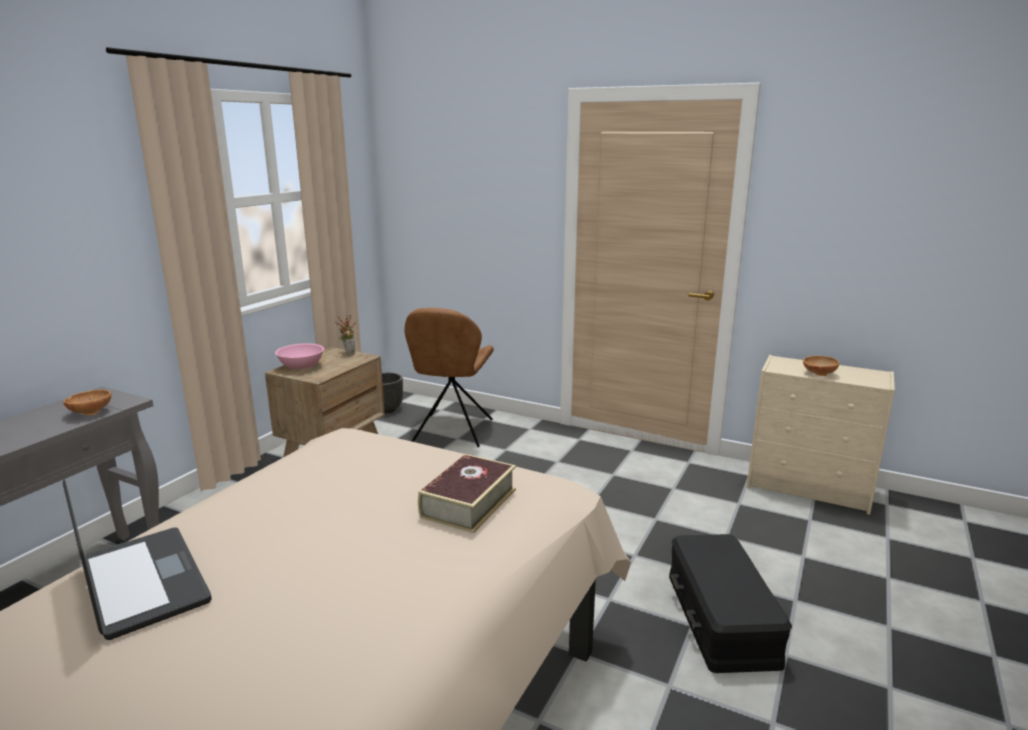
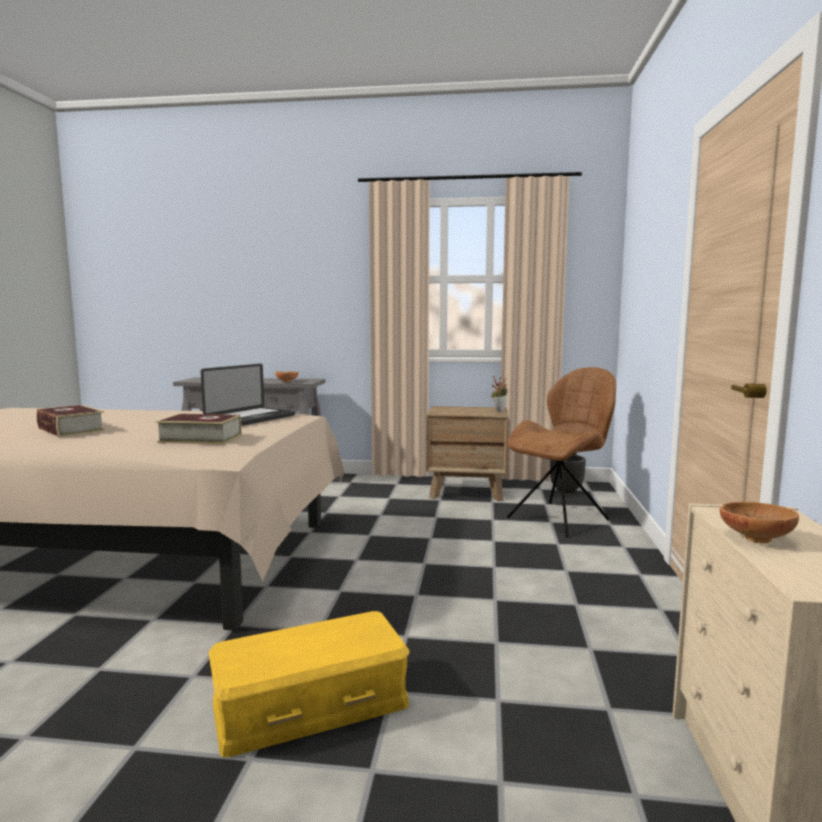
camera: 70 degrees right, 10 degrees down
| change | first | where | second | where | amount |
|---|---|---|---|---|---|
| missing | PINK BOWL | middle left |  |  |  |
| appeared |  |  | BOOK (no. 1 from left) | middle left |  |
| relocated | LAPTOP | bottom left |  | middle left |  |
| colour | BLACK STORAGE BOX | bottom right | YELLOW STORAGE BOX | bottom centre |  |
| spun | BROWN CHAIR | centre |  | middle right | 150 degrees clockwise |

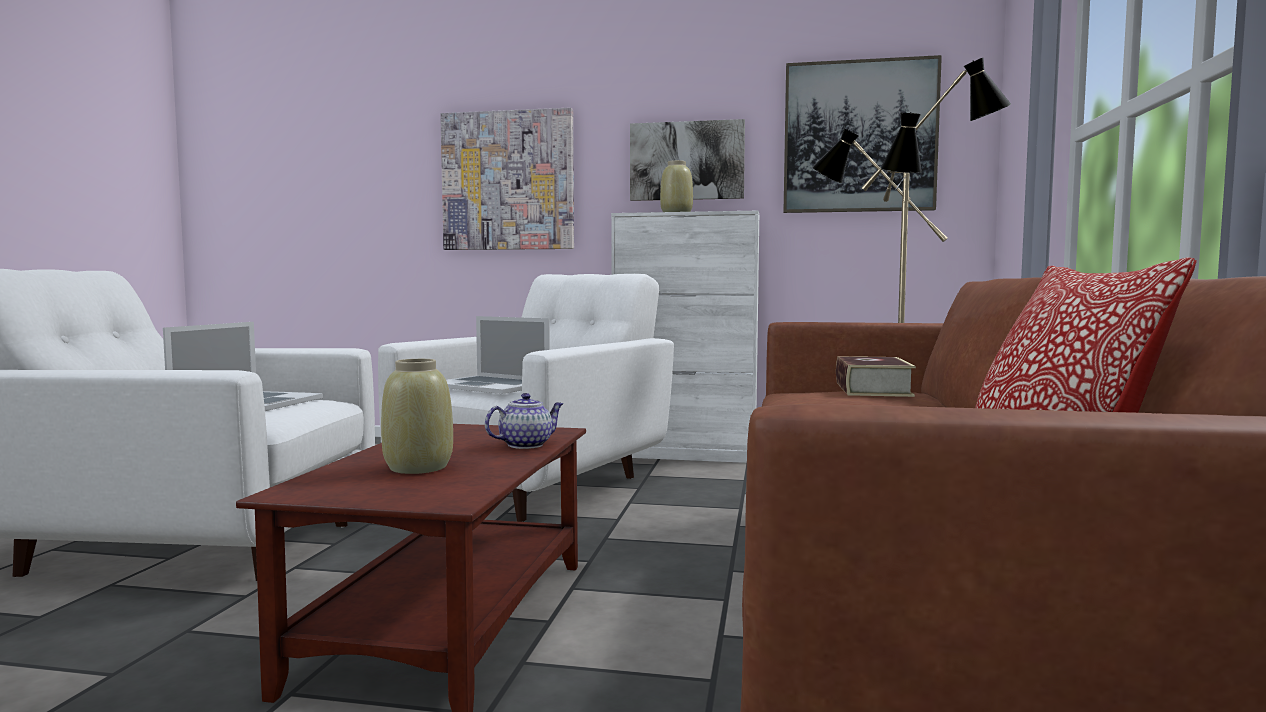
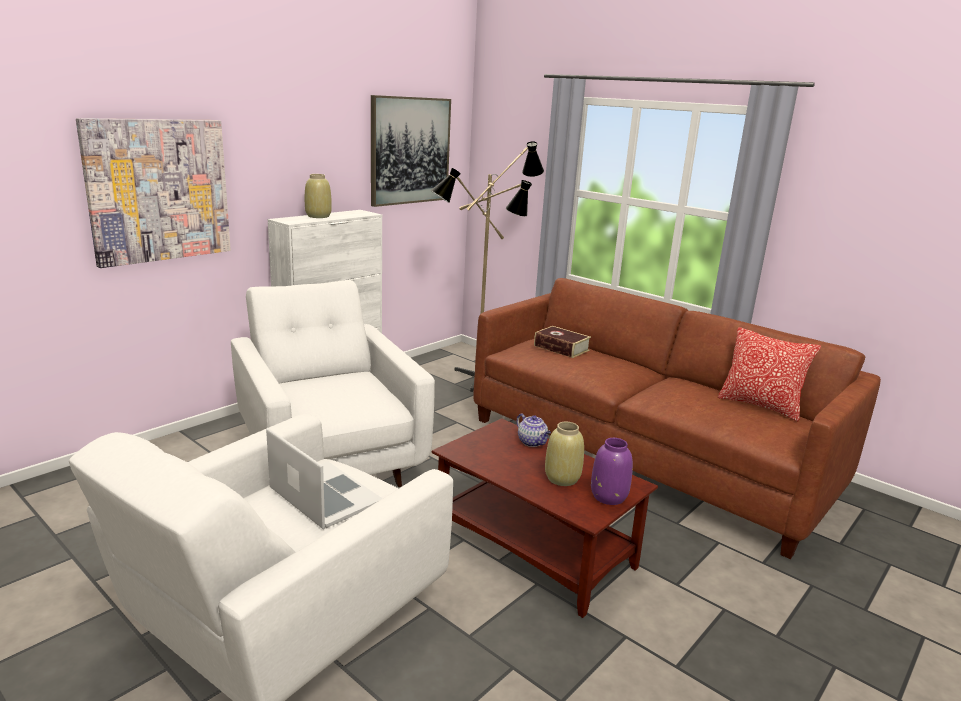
camera: 60 degrees left, 15 degrees up
| change | first | where | second | where | amount |
|---|---|---|---|---|---|
| missing | LAPTOP (no. 2 from left) | centre |  |  |  |
| missing | PICTURE (no. 2 from left) | top centre |  |  |  |
| appeared |  |  | PURPLE VASE | bottom centre |  |
| spun | TEAPOT | centre |  | centre | 150 degrees clockwise |

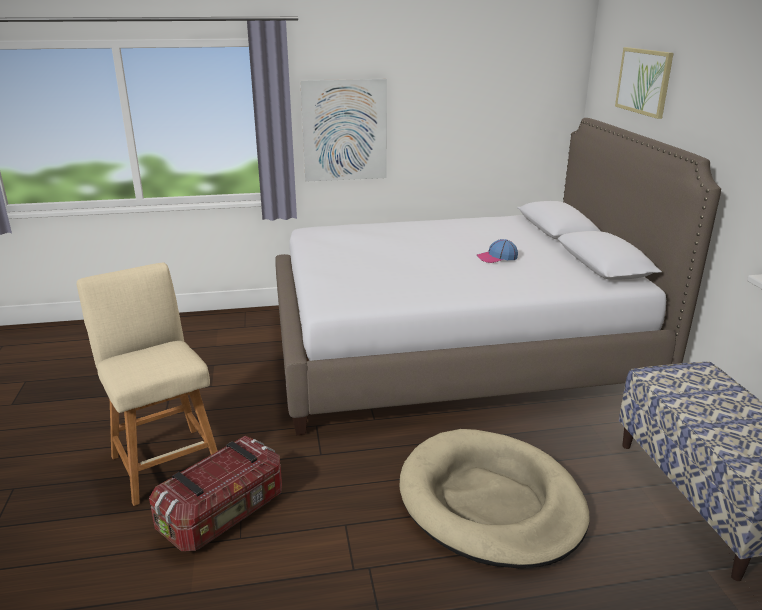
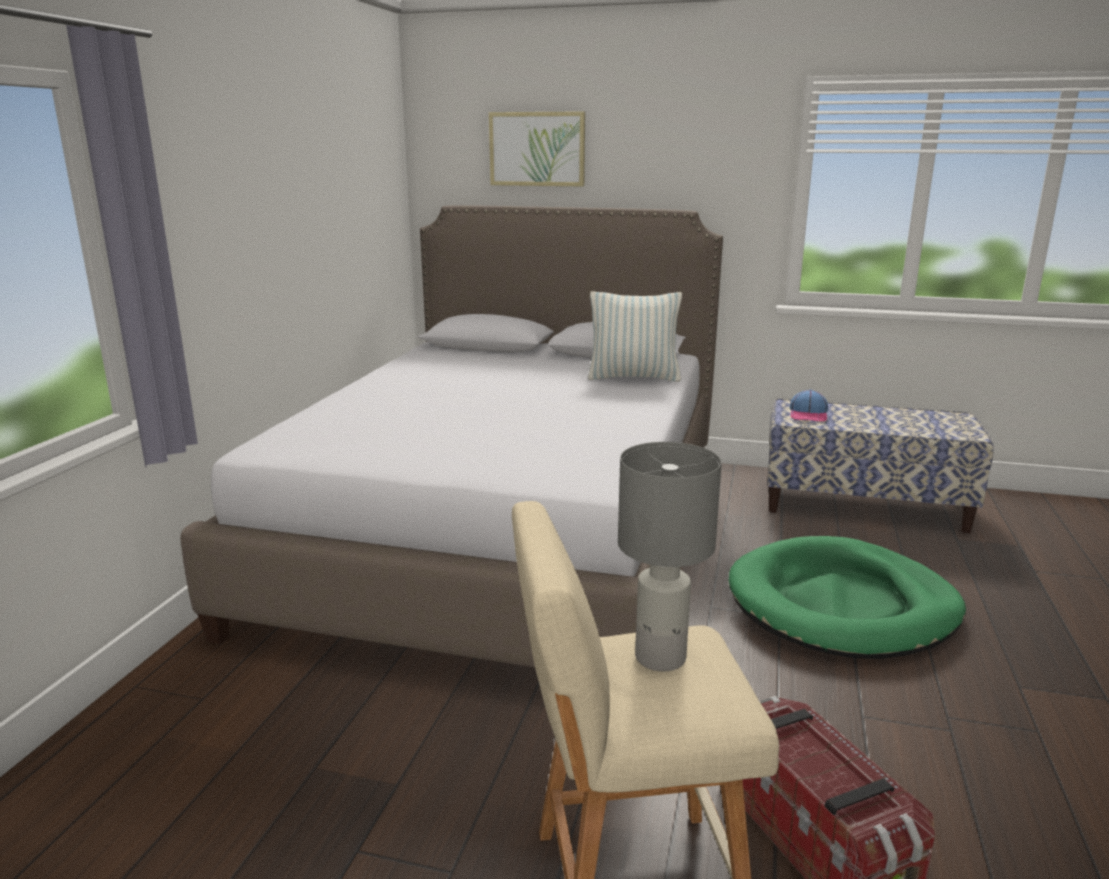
camera: 65 degrees left, 5 degrees down
| change | first | where | second | where | amount |
|---|---|---|---|---|---|
| missing | PICTURE (no. 1 from left) | top centre |  |  |  |
| appeared |  |  | PILLOW | centre |  |
| appeared |  |  | GREY TABLE LAMP | centre |  |
| relocated | CAP | centre |  | middle right |  |
| colour | BEIGE DOG BED | bottom centre | GREEN DOG BED | bottom right |  |

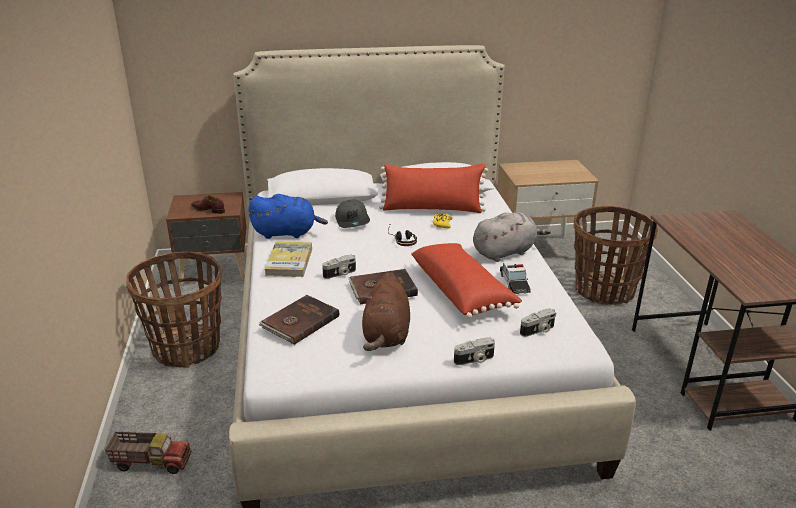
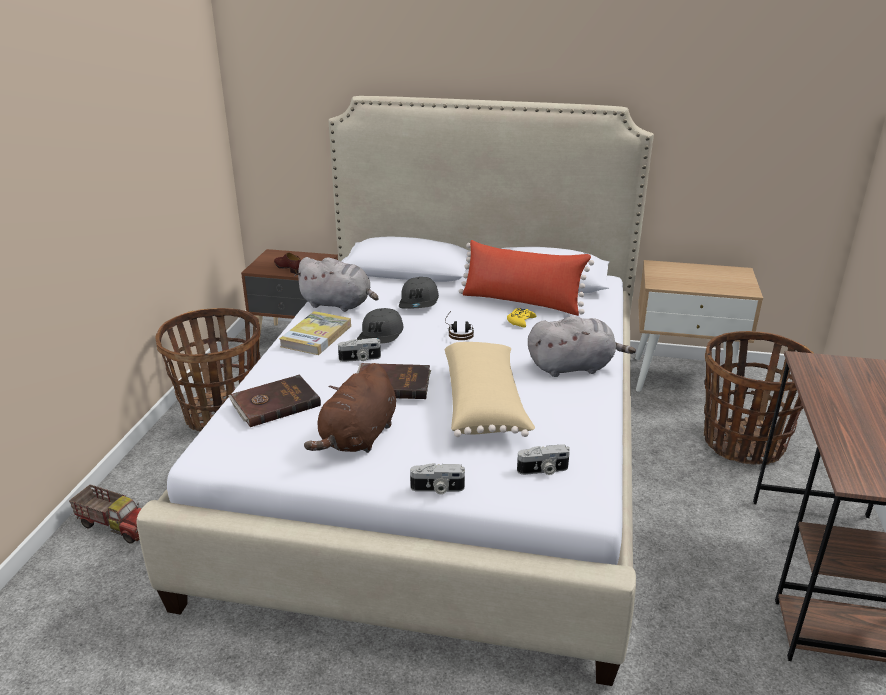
camera: 20 degrees right, 0 degrees up
| change | first | where | second | where | amount |
|---|---|---|---|---|---|
| missing | TOY CAR | centre |  |  |  |
| appeared |  |  | GREY CAP (no. 1 from left) | centre |  |
| colour | BLUE PLUSH TOY | centre | GREY PLUSH TOY (no. 1 from left) | centre |  |
| colour | RED PILLOW (no. 2 from left) | centre | BEIGE PILLOW | centre |  |

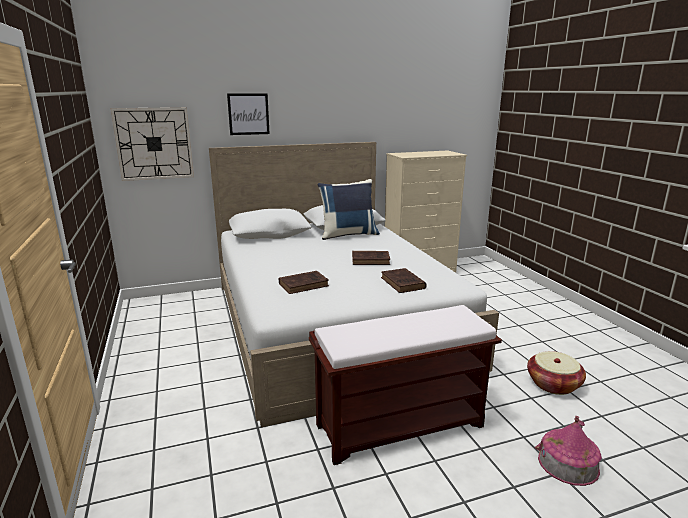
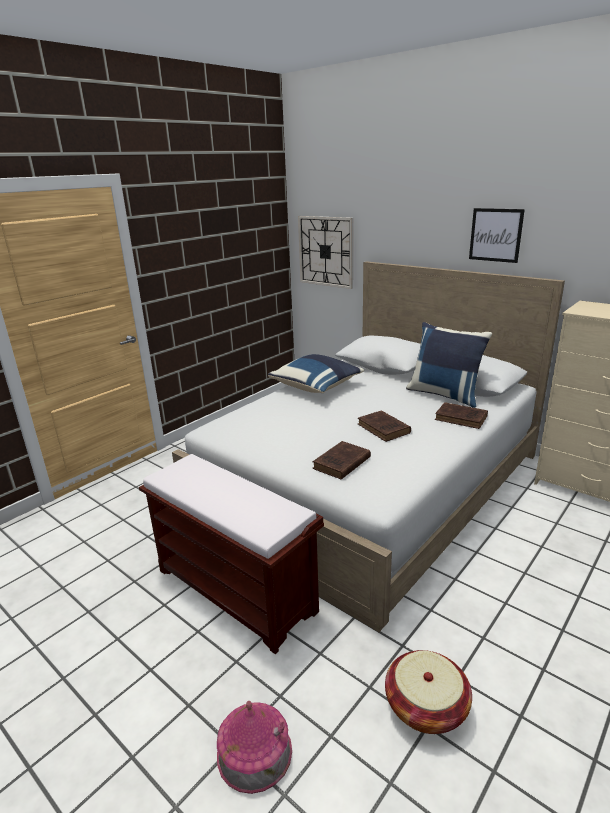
camera: 60 degrees right, 5 degrees up
| change | first | where | second | where | amount |
|---|---|---|---|---|---|
| appeared |  |  | BLUE PILLOW (no. 1 from left) | centre |  |
| relocated | PICTURE | top centre |  | top right |  |
| relocated | BROWN BOOK (no. 1 from left in the first image) | centre | BROWN BOOK (no. 3 from left) | middle right |  |

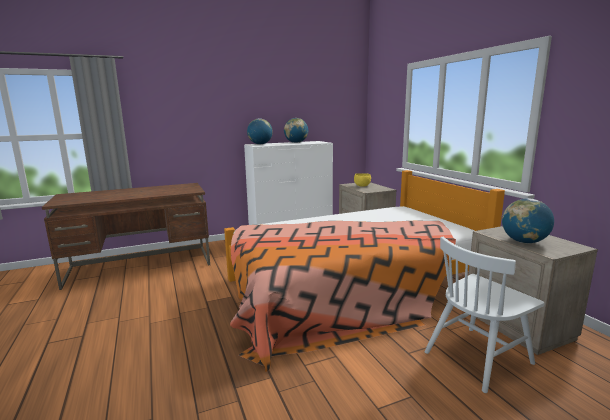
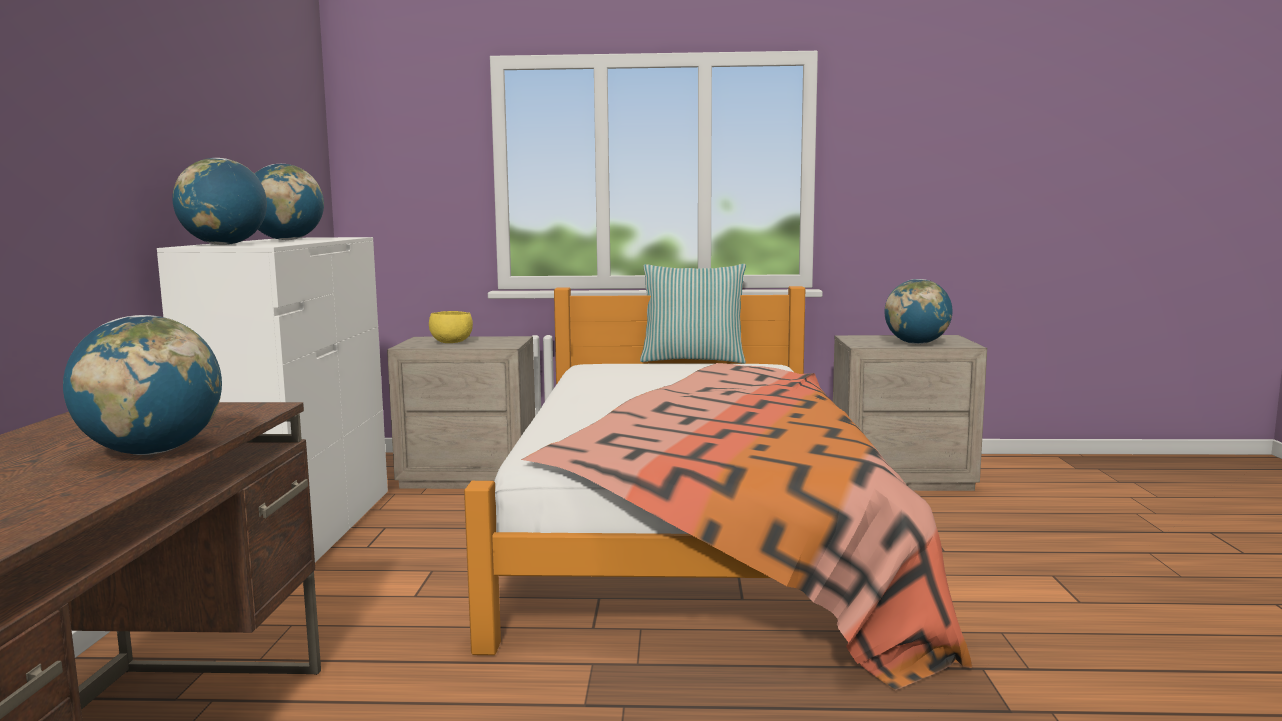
camera: 65 degrees left, 5 degrees down
| change | first | where | second | where | amount |
|---|---|---|---|---|---|
| missing | WHITE CHAIR | bottom right |  |  |  |
| appeared |  |  | GLOBE (no. 1 from left) | middle left |  |
| appeared |  |  | PILLOW | centre |  |

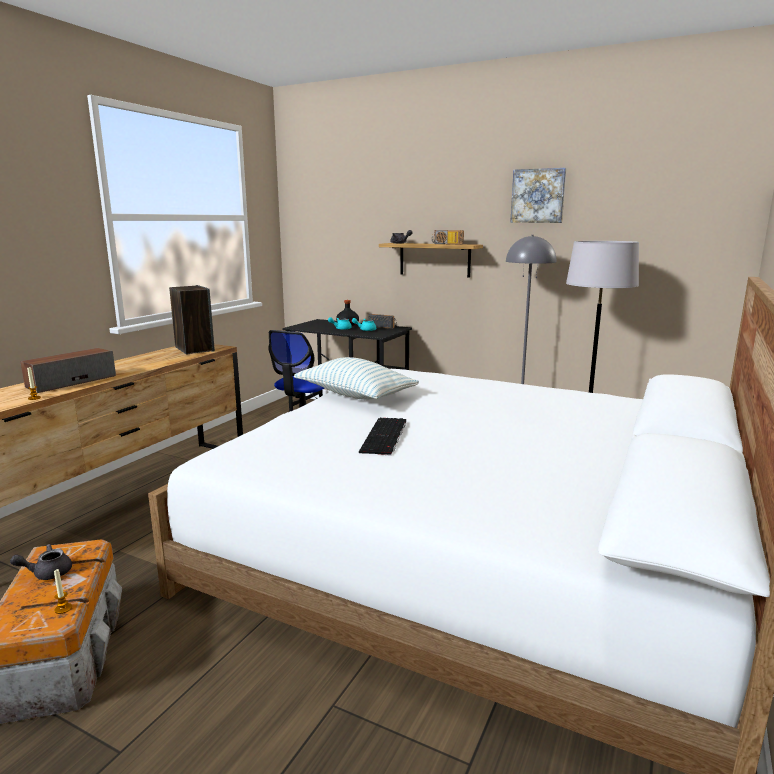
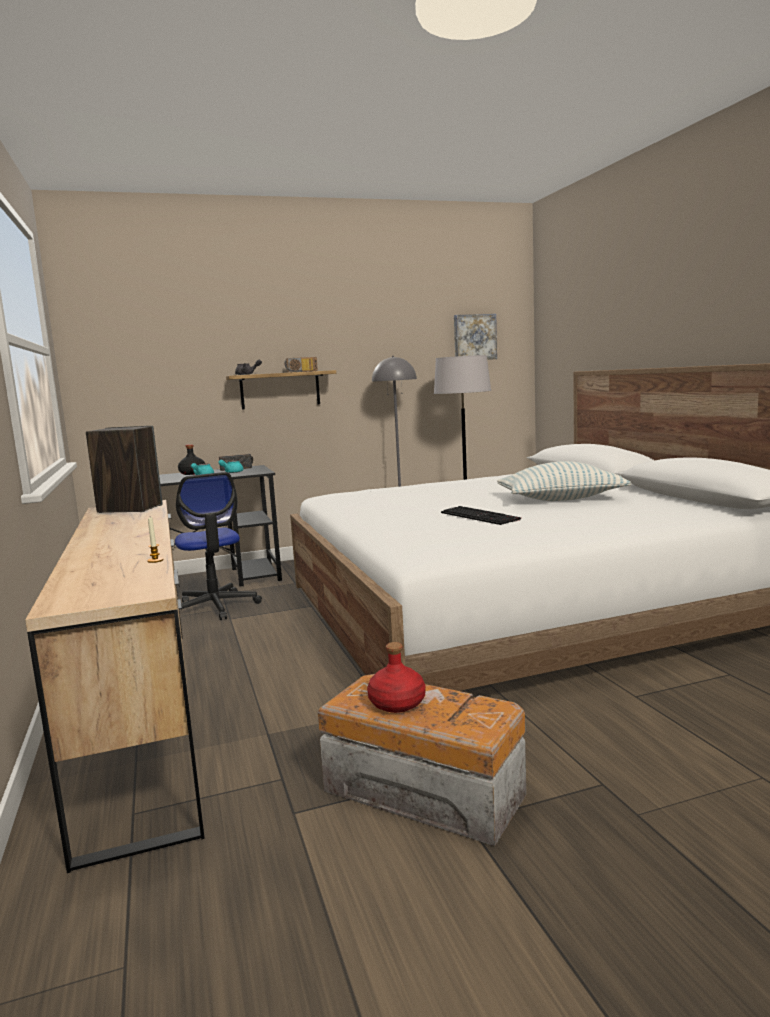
camera: 45 degrees left, 5 degrees down
| change | first | where | second | where | amount |
|---|---|---|---|---|---|
| missing | SPEAKER (no. 1 from left) | middle left |  |  |  |
| missing | CANDLE (no. 2 from left) | bottom left |  |  |  |
| relocated | PILLOW | centre |  | middle right |  |
| relocated | PICTURE | top right |  | top centre |  |
| exchanged | GREY TEAPOT (no. 1 from left) | bottom left | RED BOTTLE | centre |  |

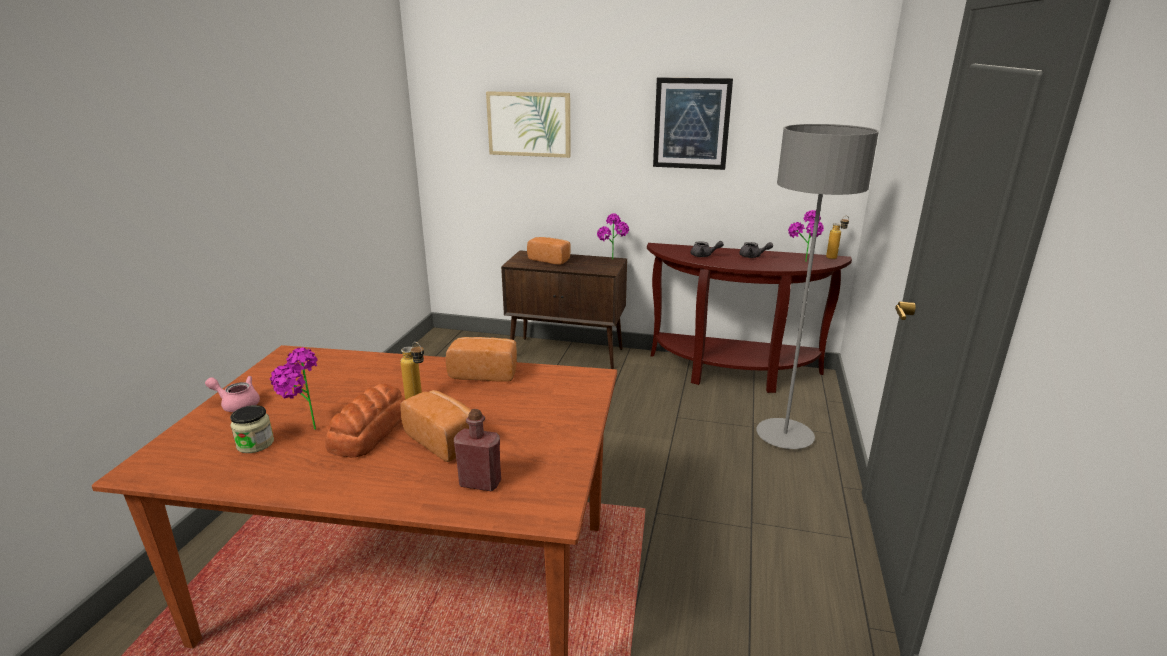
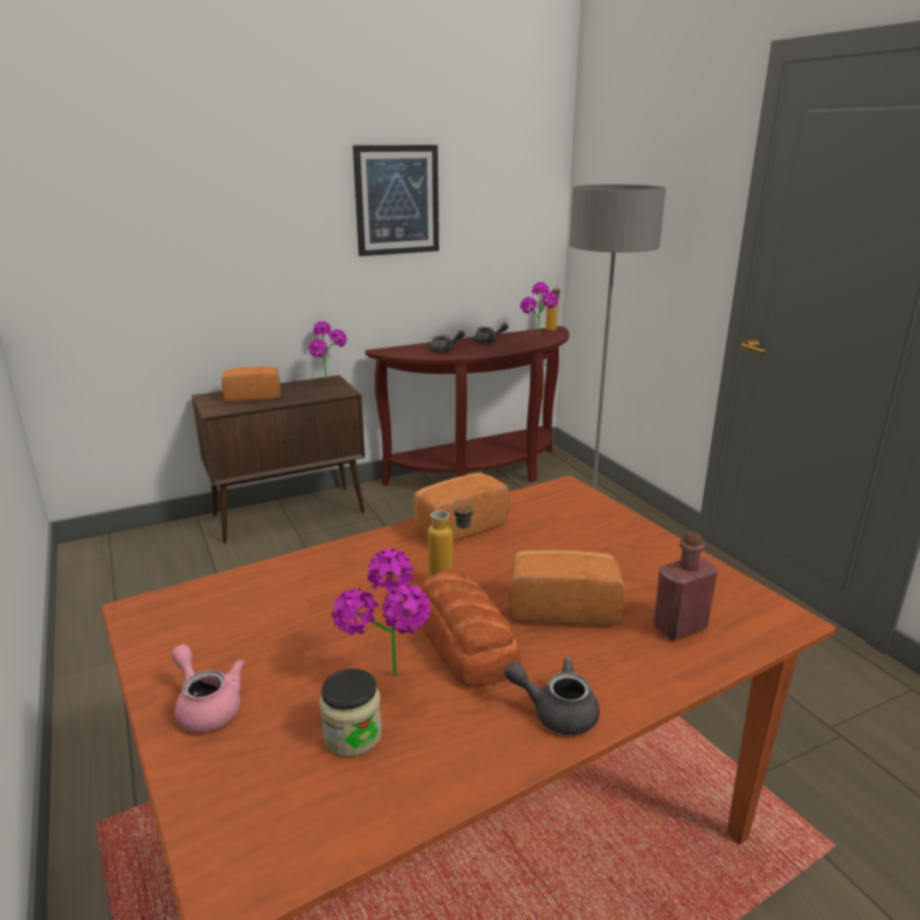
camera: 40 degrees left, 0 degrees up
| change | first | where | second | where | amount |
|---|---|---|---|---|---|
| missing | PICTURE (no. 1 from left) | top centre |  |  |  |
| appeared |  |  | GREY TEAPOT (no. 3 from left) | bottom centre |  |
| spun | PINK TEAPOT | middle left |  | bottom left | 75 degrees clockwise |

